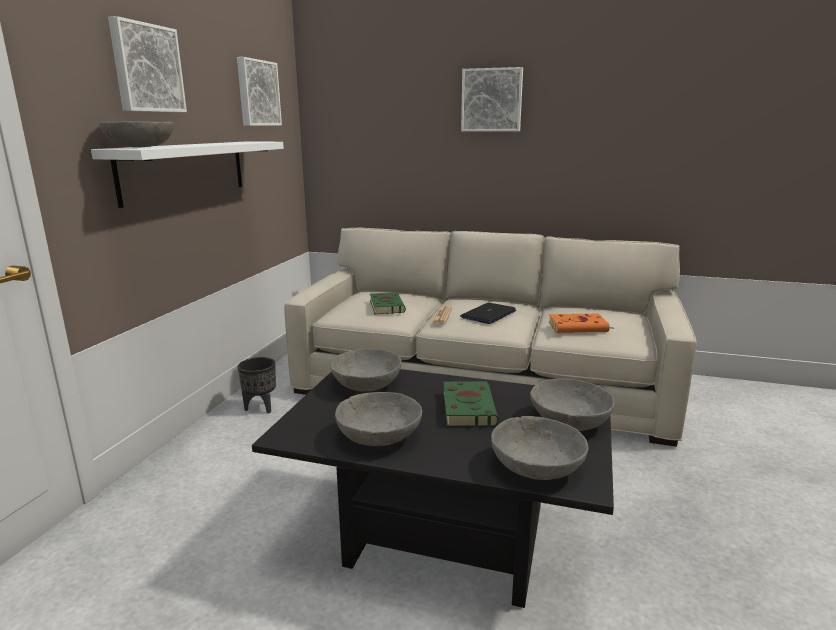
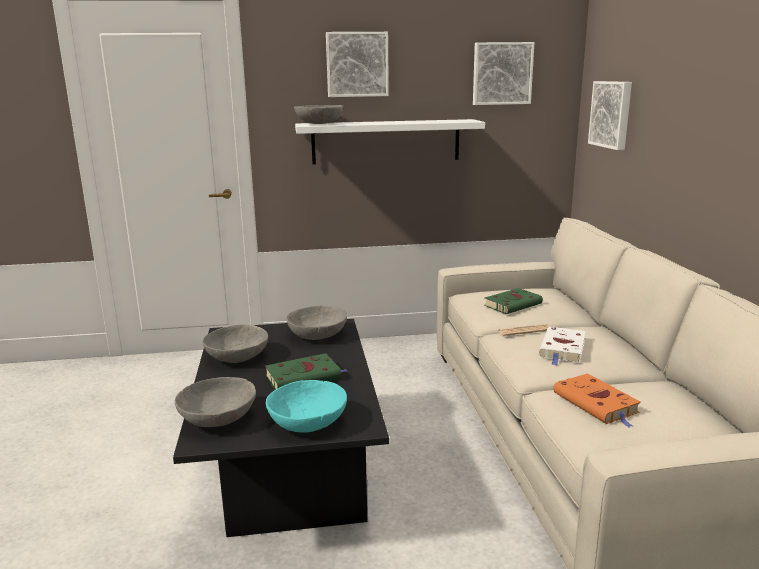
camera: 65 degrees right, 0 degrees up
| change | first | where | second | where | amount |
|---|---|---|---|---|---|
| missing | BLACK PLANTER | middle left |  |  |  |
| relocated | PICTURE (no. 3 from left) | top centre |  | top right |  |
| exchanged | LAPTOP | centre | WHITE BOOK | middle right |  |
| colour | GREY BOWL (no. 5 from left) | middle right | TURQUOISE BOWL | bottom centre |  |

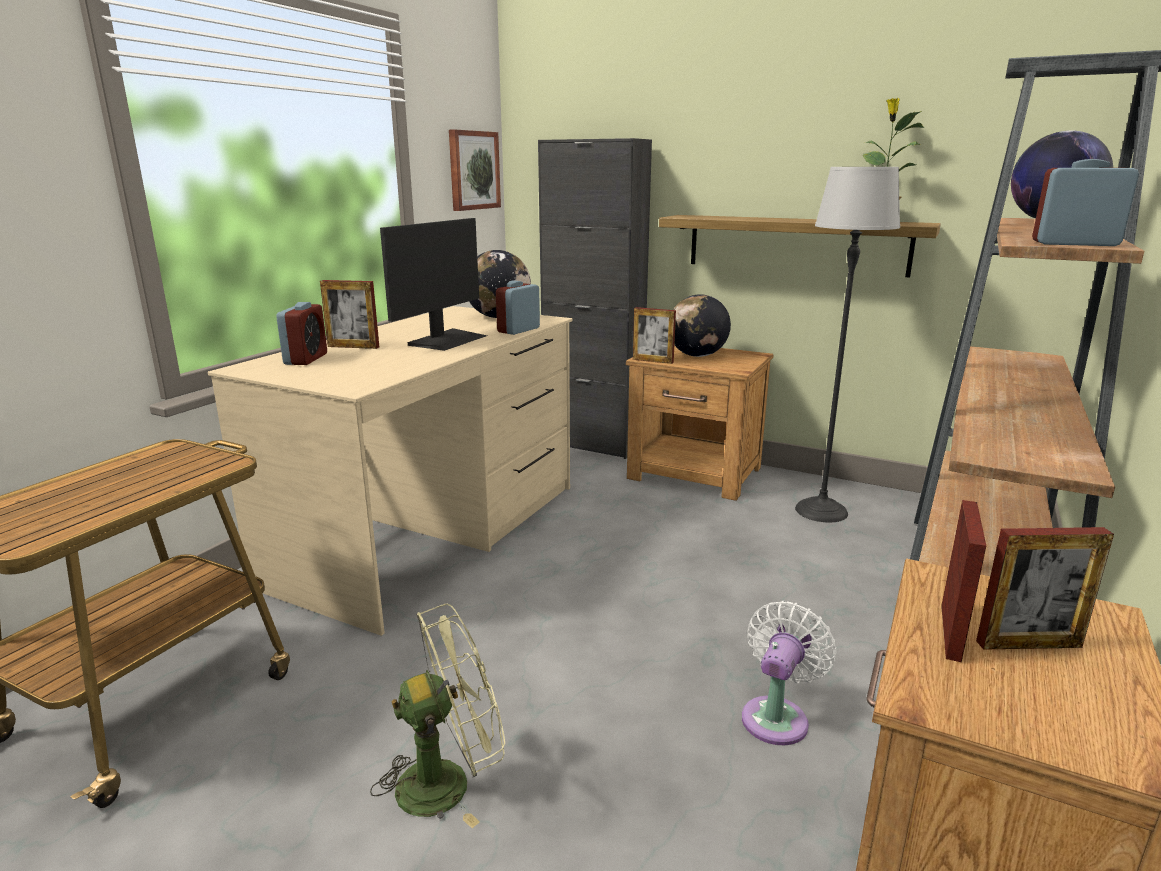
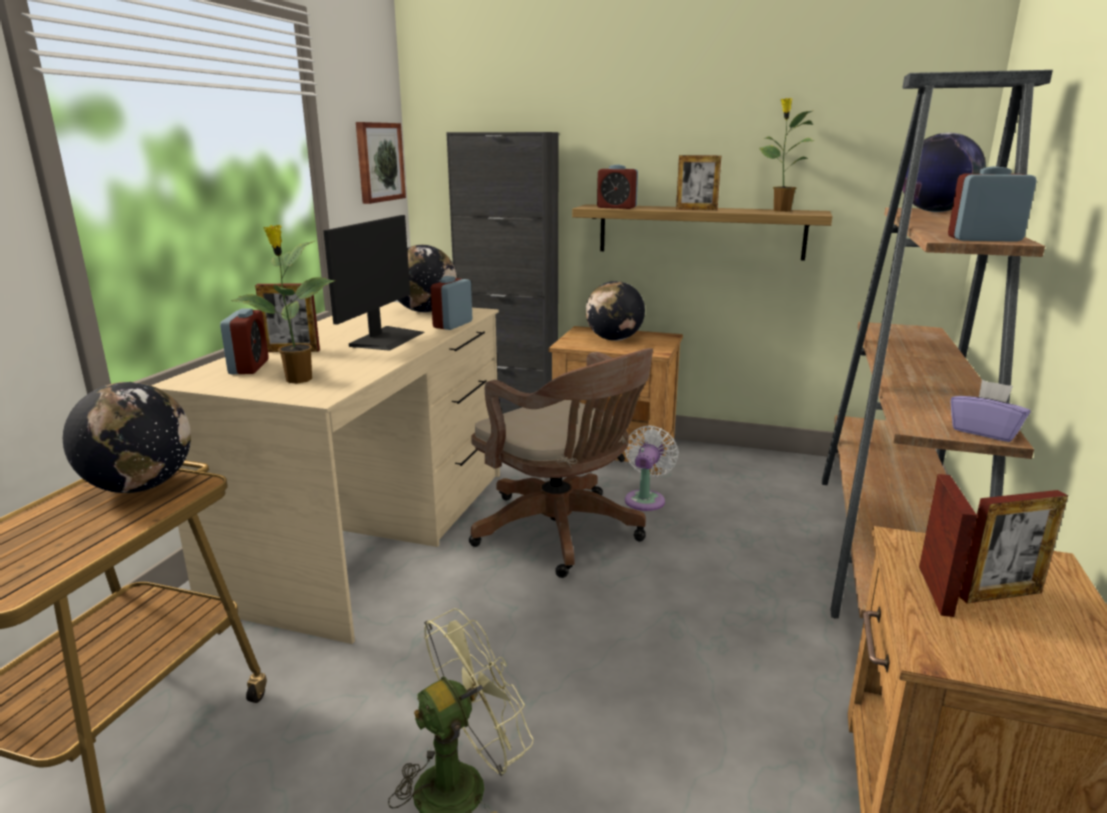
camera: 10 degrees left, 0 degrees up
| change | first | where | second | where | amount |
|---|---|---|---|---|---|
| missing | FLOOR LAMP | middle right |  |  |  |
| appeared |  |  | GLOBE (no. 1 from left) | middle left |  |
| appeared |  |  | POTTED PLANT (no. 1 from left) | middle left |  |
| appeared |  |  | BROWN OFFICE CHAIR | centre |  |
| appeared |  |  | ALARM CLOCK (no. 3 from left) | top centre |  |
| appeared |  |  | PURPLE TISSUE BOX | middle right |  |
| relocated | PICTURE FRAME (no. 2 from left) | centre |  | top centre |  |
| relocated | WHITE FAN | bottom right |  | centre |  |

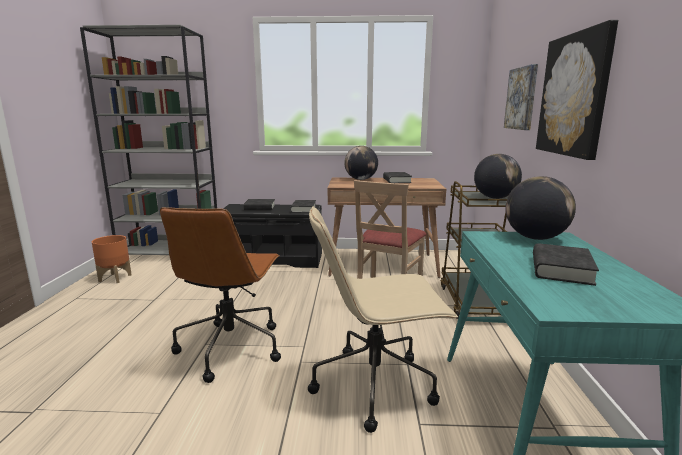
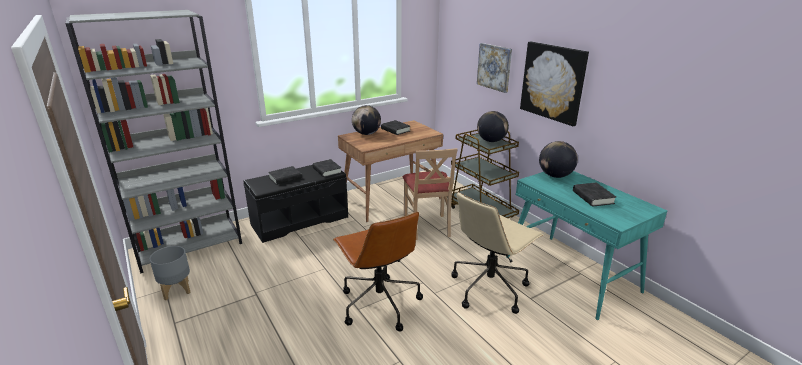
camera: 35 degrees left, 10 degrees up
| change | first | where | second | where | amount |
|---|---|---|---|---|---|
| colour | ORANGE PLANTER | middle left | GREY PLANTER | bottom left |  |

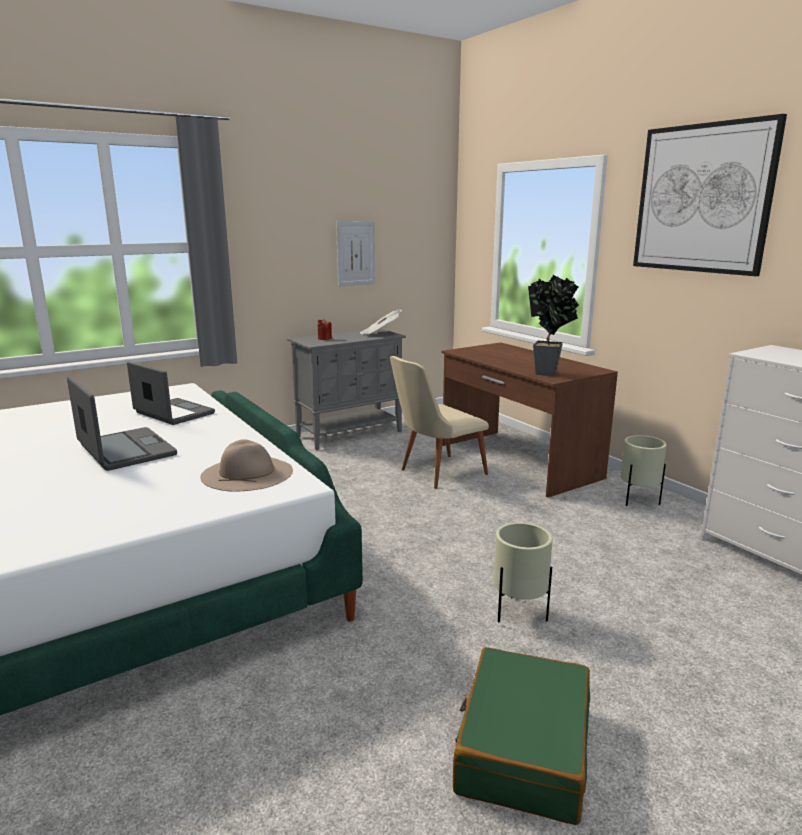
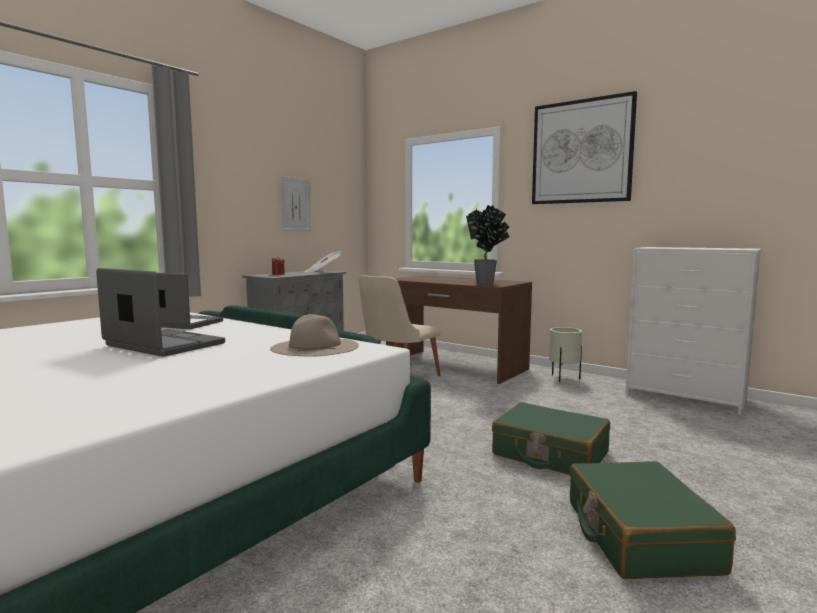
camera: 20 degrees left, 10 degrees down
| change | first | where | second | where | amount |
|---|---|---|---|---|---|
| exchanged | BEIGE PLANTER (no. 1 from left) | bottom centre | GREEN SUITCASE (no. 1 from left) | bottom right |  |

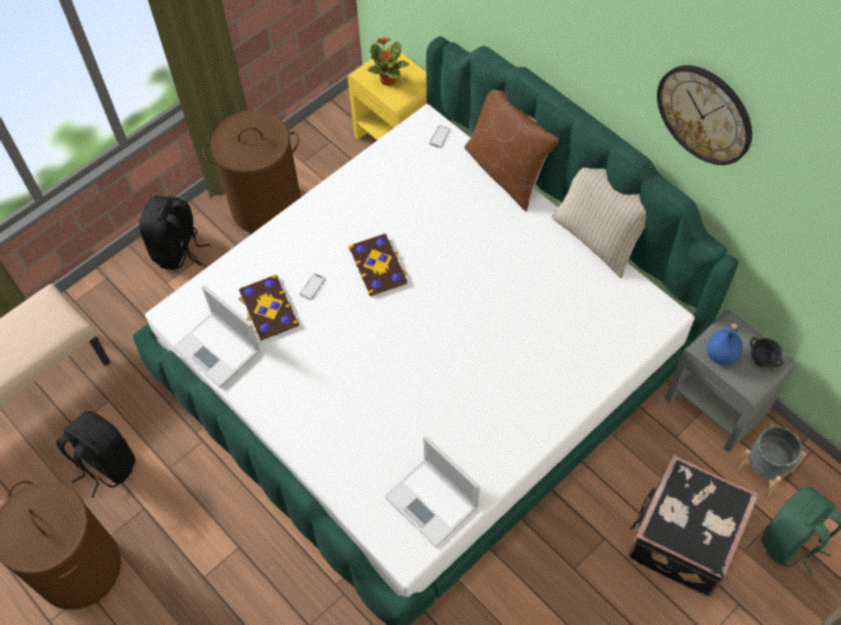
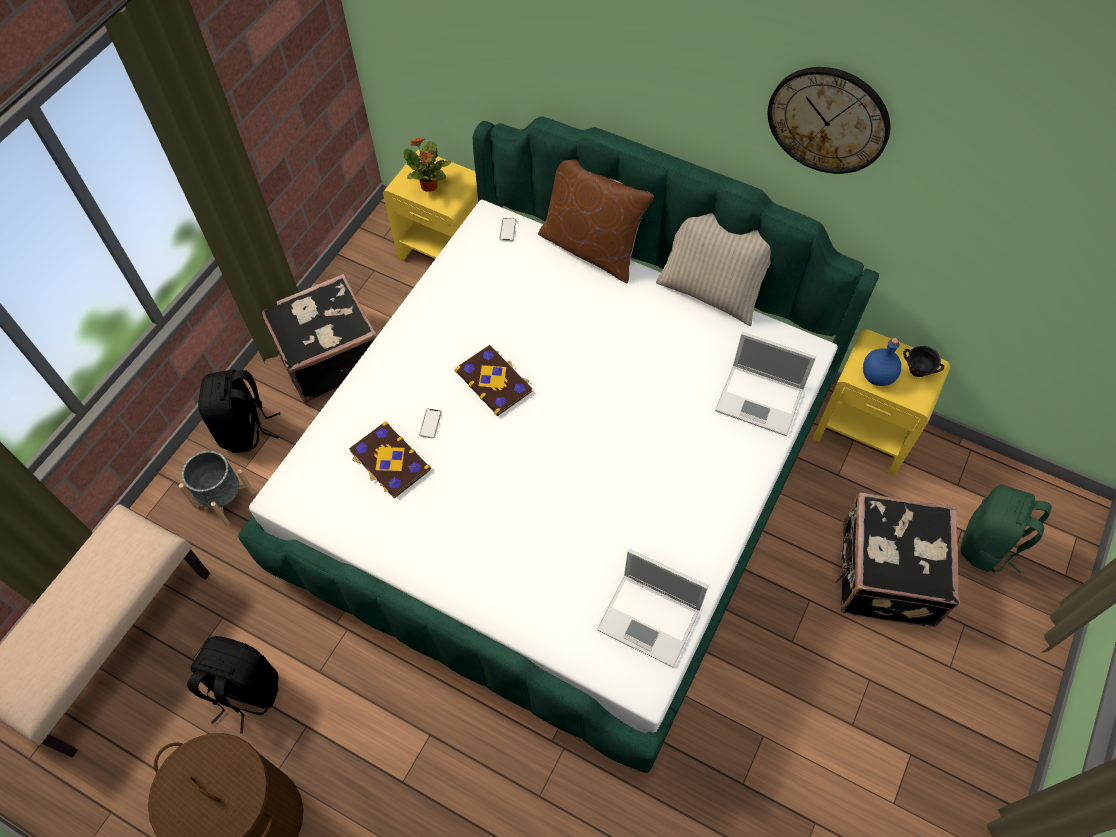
camera: 20 degrees left, 0 degrees up
| change | first | where | second | where | amount |
|---|---|---|---|---|---|
| relocated | LAPTOP (no. 1 from left in the first image) | middle left | LAPTOP (no. 2 from left) | middle right |  |
| relocated | GREY PLANTER | bottom right |  | middle left |  |
| exchanged | BROWN LAUNDRY BASKET (no. 2 from left) | top left | BLACK SUITCASE (no. 1 from left) | middle left |  |
| colour | GREY NIGHTSTAND | middle right | YELLOW NIGHTSTAND (no. 2 from left) | middle right |  |

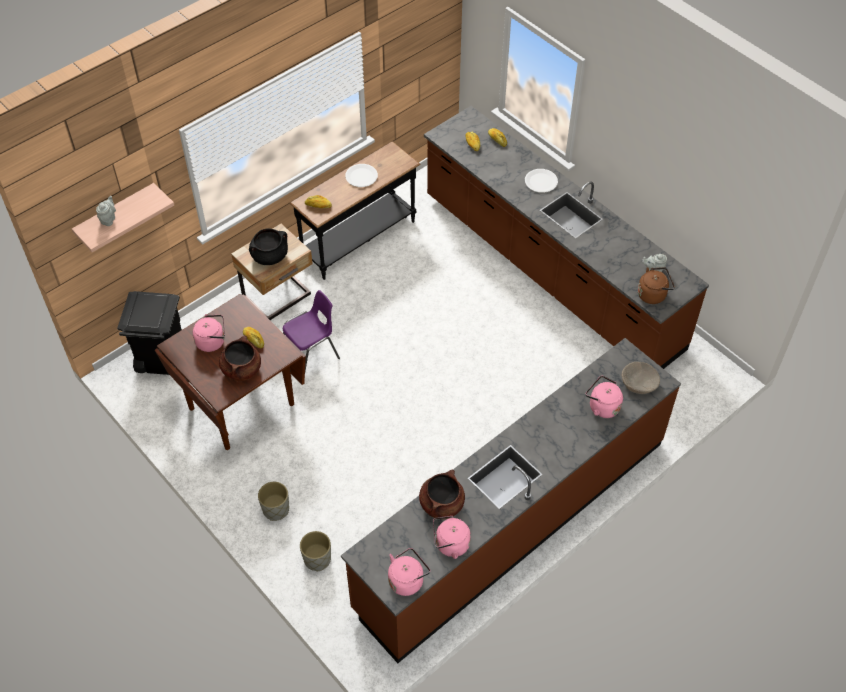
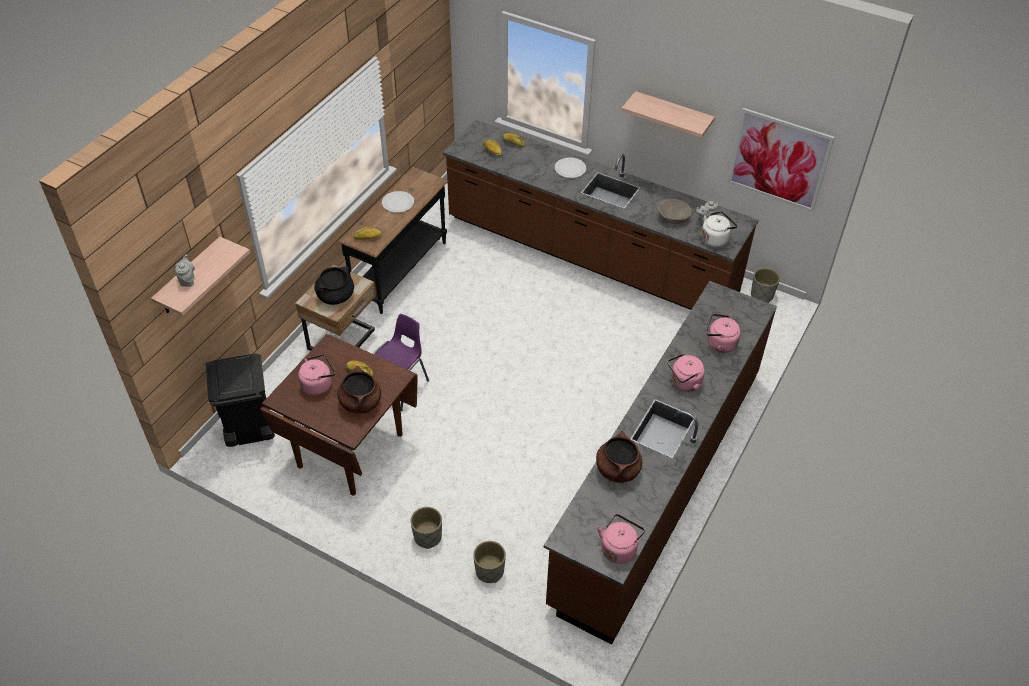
camera: 20 degrees left, 5 degrees down
| change | first | where | second | where | amount |
|---|---|---|---|---|---|
| appeared |  |  | SHELF (no. 2 from left) | top centre |  |
| appeared |  |  | PICTURE | top right |  |
| appeared |  |  | GREY PLANTER (no. 3 from left) | middle right |  |
| relocated | PINK KETTLE (no. 3 from left) | bottom centre |  | middle right |  |
| relocated | BEIGE BOWL | middle right |  | top centre |  |
| colour | BROWN KETTLE | middle right | WHITE KETTLE | middle right |  |

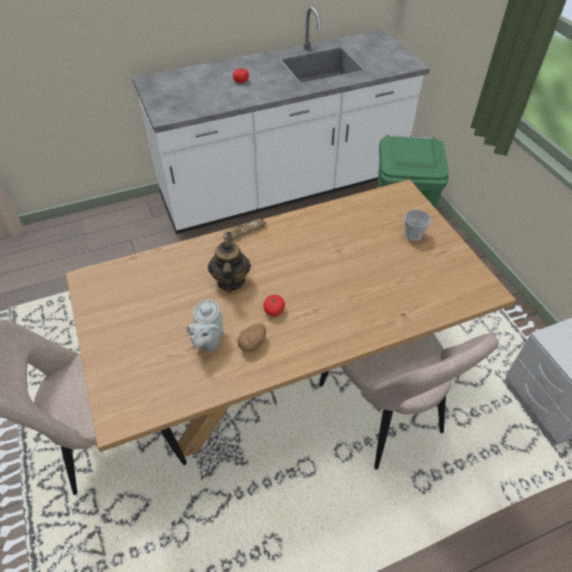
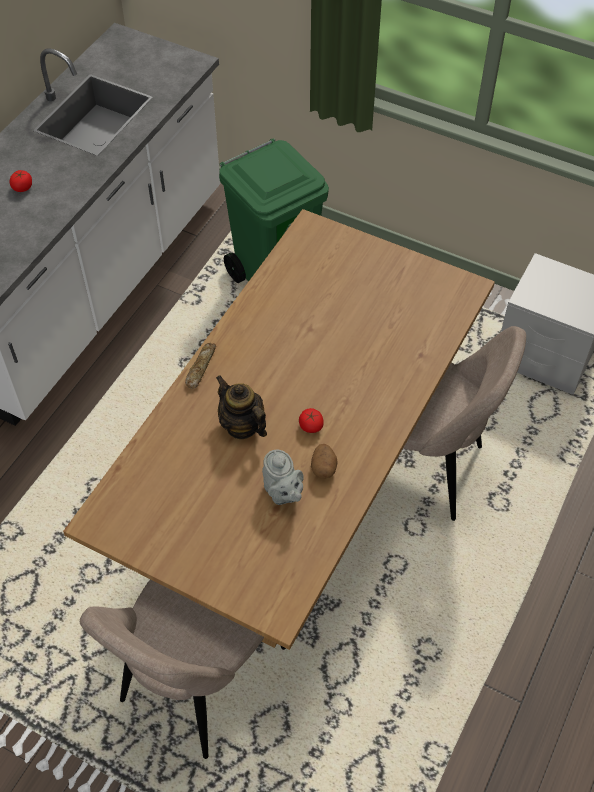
camera: 40 degrees left, 5 degrees up
| change | first | where | second | where | amount |
|---|---|---|---|---|---|
| missing | CUP | middle right |  |  |  |

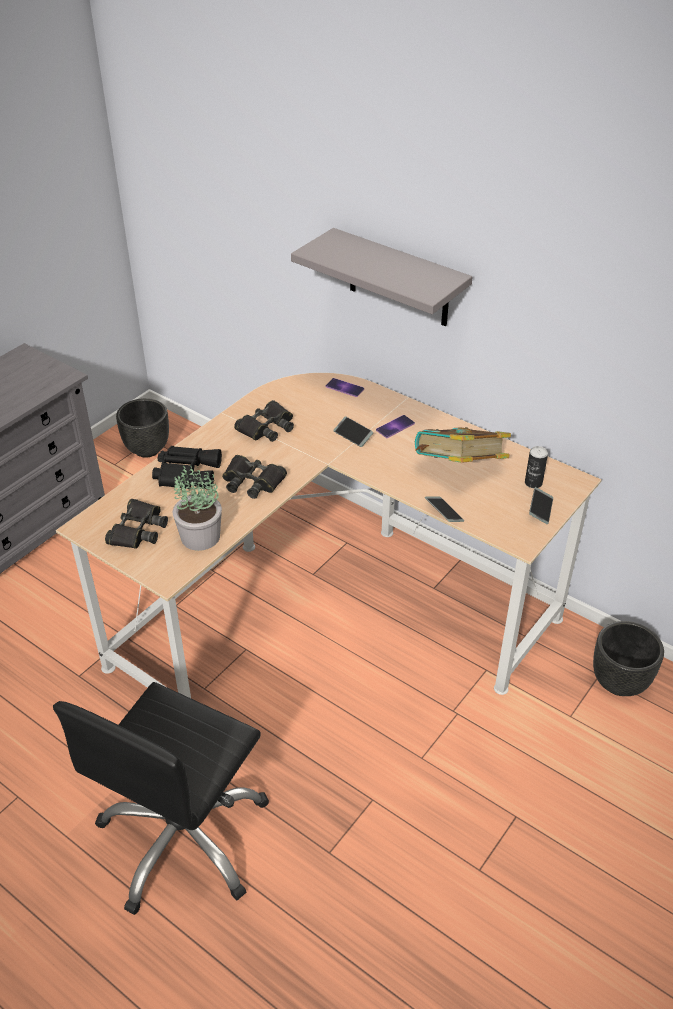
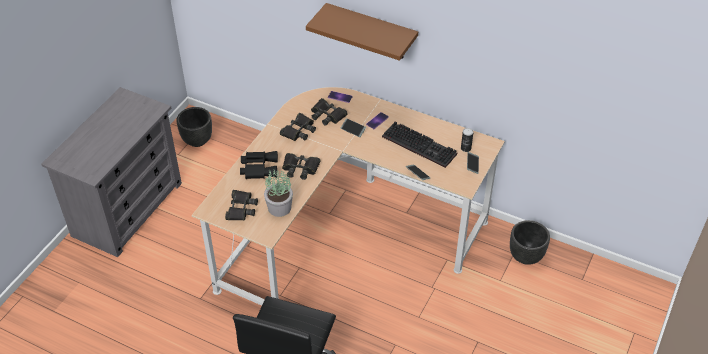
camera: 10 degrees left, 5 degrees up
| change | first | where | second | where | amount |
|---|---|---|---|---|---|
| appeared |  |  | BLACK BINOCULARS (no. 5 from left) | top centre |  |
| exchanged | BOOK | middle right | KEYBOARD | centre |  |
| colour | GREY SHELF | top centre | BROWN SHELF | top centre |  |

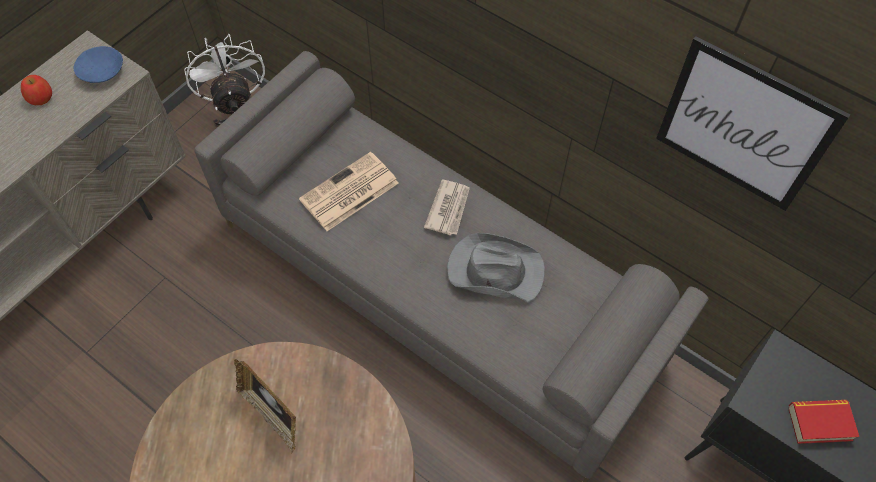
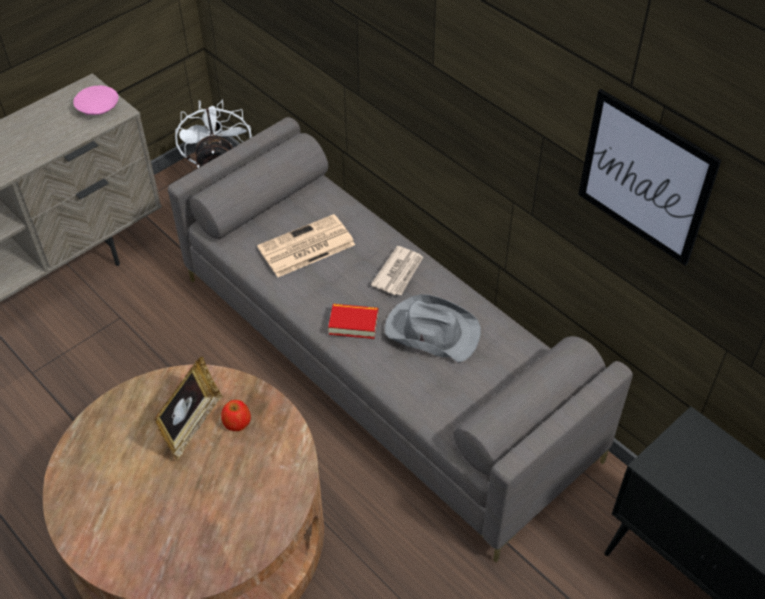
camera: 10 degrees right, 10 degrees down
| change | first | where | second | where | amount |
|---|---|---|---|---|---|
| relocated | APPLE | top left |  | bottom left |  |
| relocated | BOOK | bottom right |  | centre |  |
| colour | BLUE BOWL | top left | PINK BOWL | top left |  |
| spun | PICTURE FRAME | bottom left |  | bottom left | 120 degrees counterclockwise |

